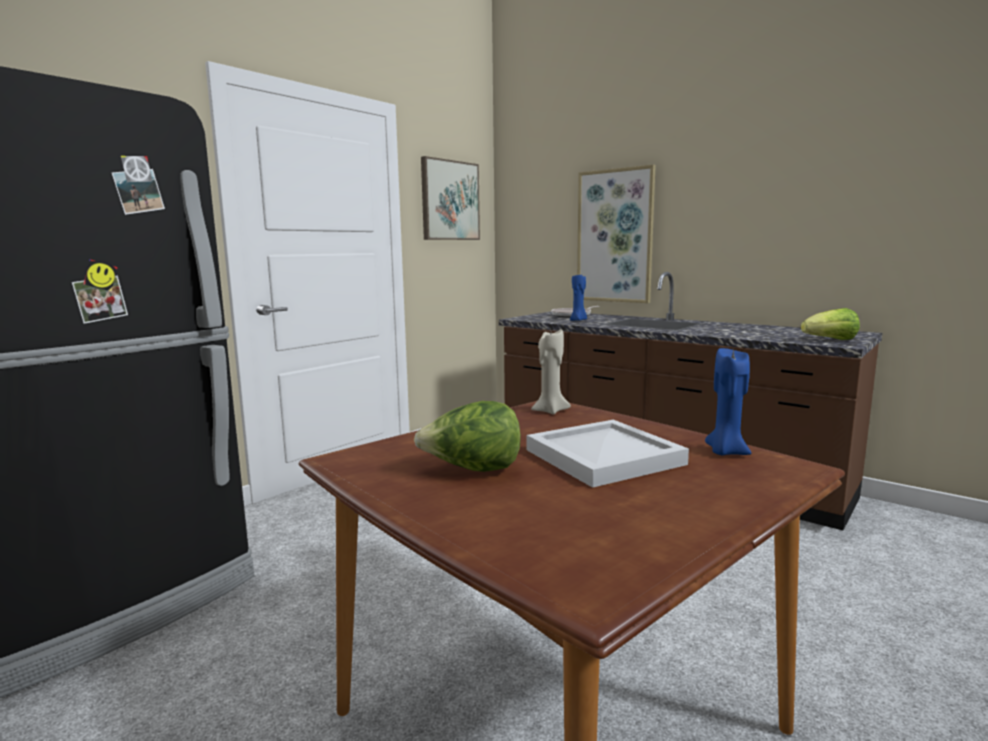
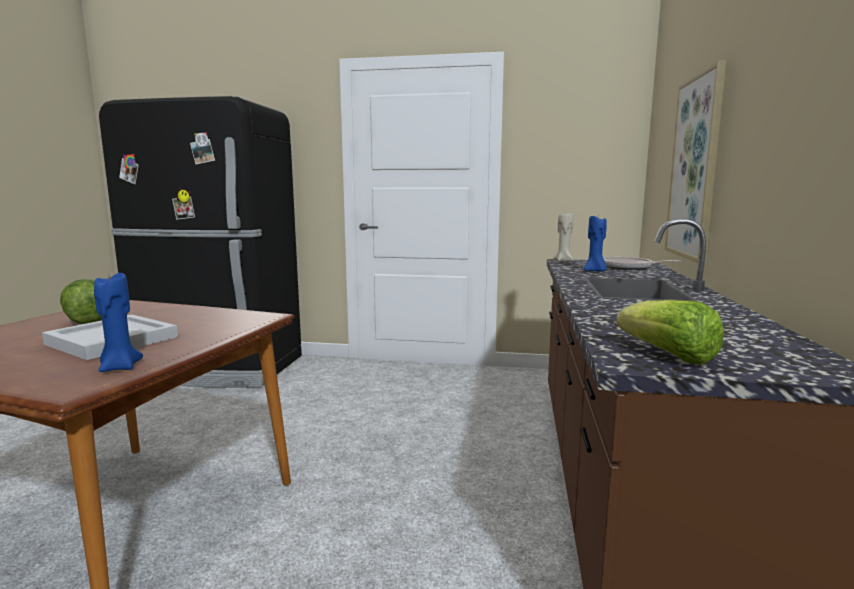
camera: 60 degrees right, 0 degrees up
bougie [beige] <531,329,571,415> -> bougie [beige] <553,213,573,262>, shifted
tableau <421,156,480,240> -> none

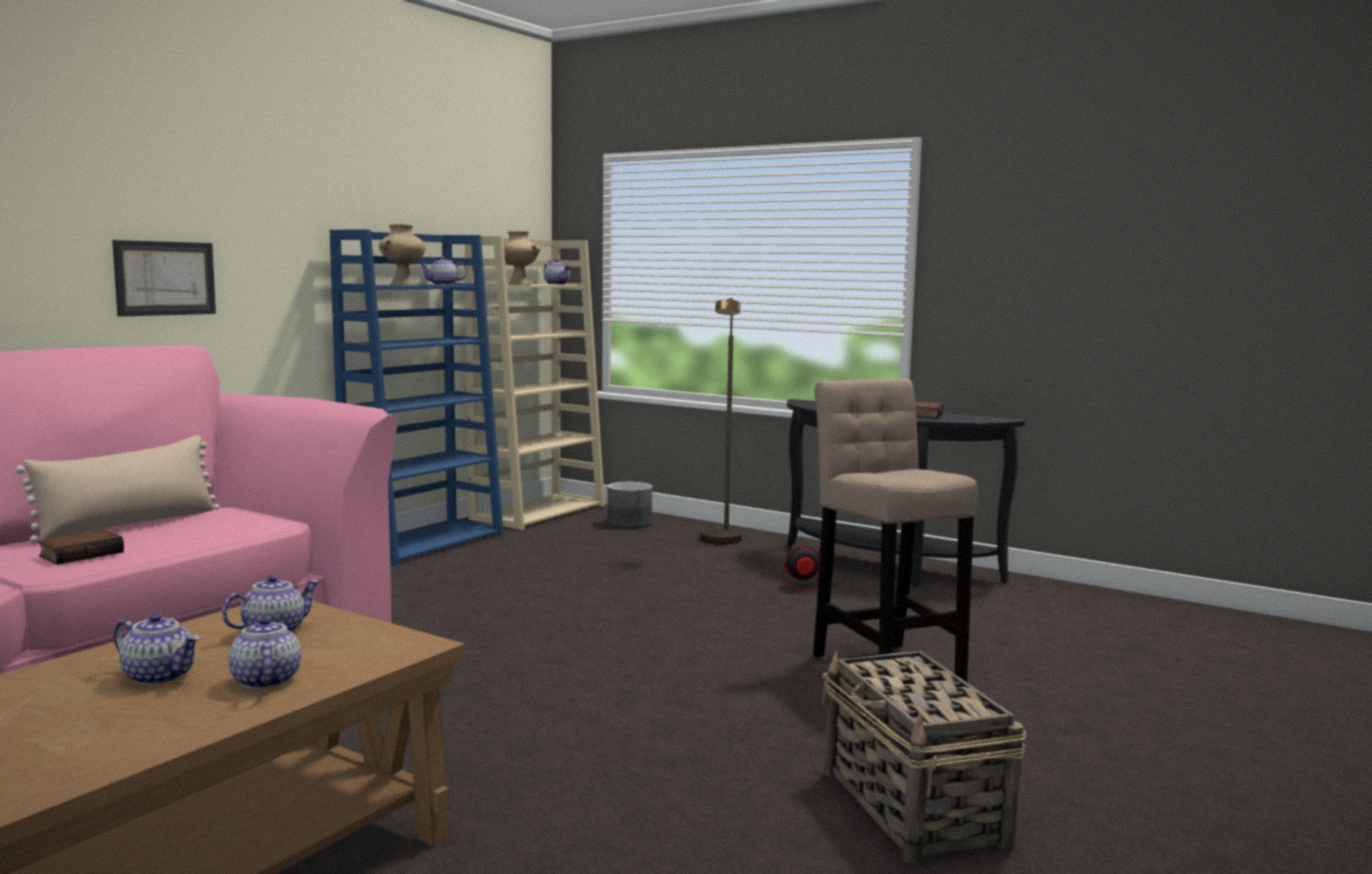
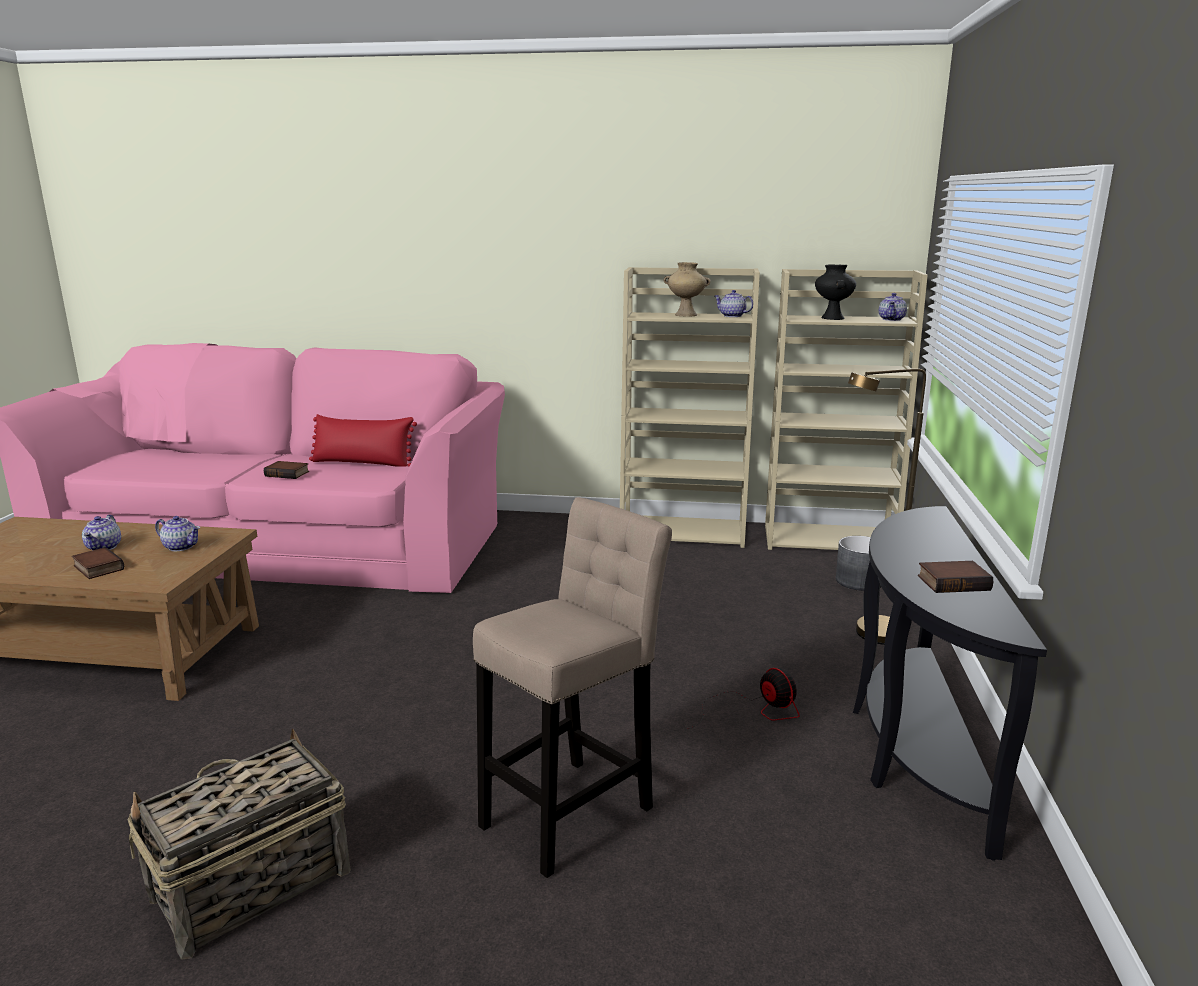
camera: 65 degrees right, 10 degrees up
théière <228,617,301,689> -> livre <72,547,124,579>
coussin [beige] <15,435,220,543> -> coussin [rouge] <309,414,417,467>
bibliothèque [bleu] <330,229,503,566> -> bibliothèque [beige] <620,267,760,548>
vase [beige] <504,231,541,285> -> vase [noir] <815,264,856,320>
tableau <112,240,216,317> -> none

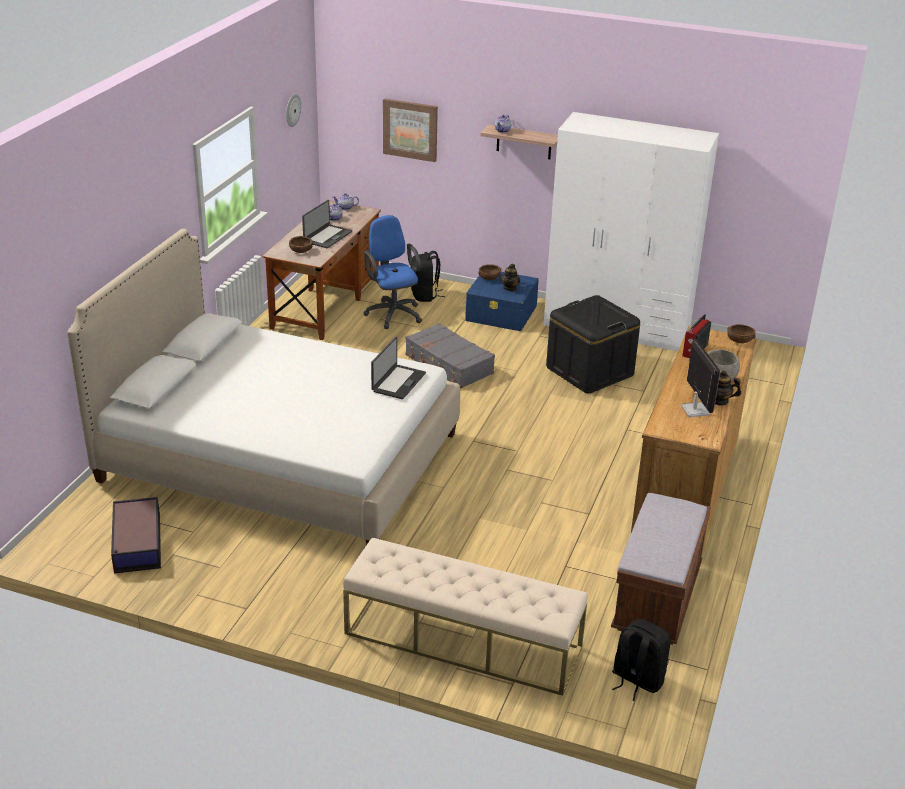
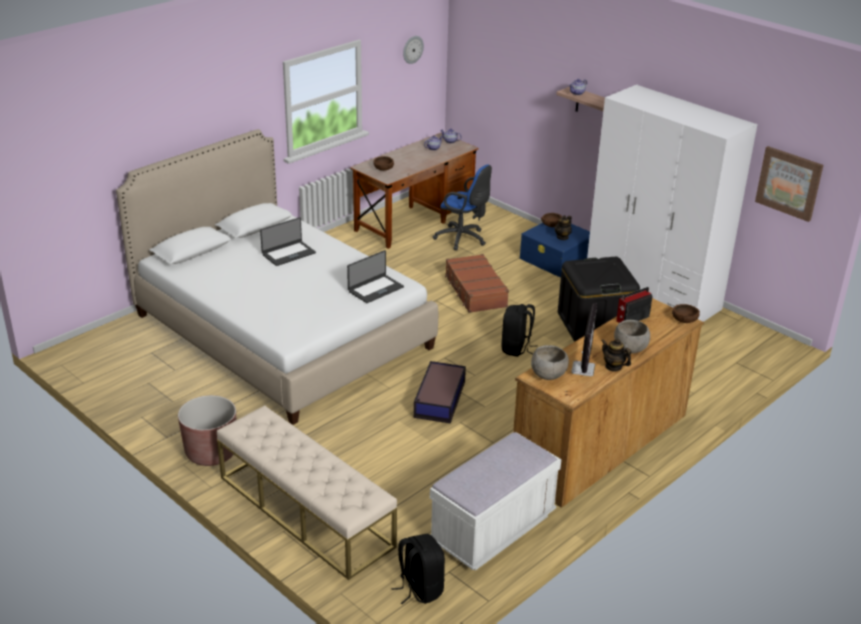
camera: 25 degrees right, 0 degrees up
none -> cache-pot [marron] <178,395,236,466>
ordinateur portable <302,200,352,248> -> ordinateur portable <260,217,316,266>, shifted
boîte de rangement <111,497,161,574> -> boîte de rangement <414,361,466,424>, shifted
banc [marron] <611,493,711,645> -> banc [blanc] <430,432,561,571>
chaise de bureau [bleu] <364,215,422,329> -> chaise de bureau [bleu] <433,165,492,251>, 120 degrees clockwise
valise [gris] <406,323,495,389> -> valise [marron] <445,254,509,313>
sac à dos [noir] <411,251,445,302> -> sac à dos [noir] <502,304,538,357>, shifted
none -> bol [gris] <531,345,569,380>
tableau <383,98,438,162> -> tableau <755,146,823,222>, shifted

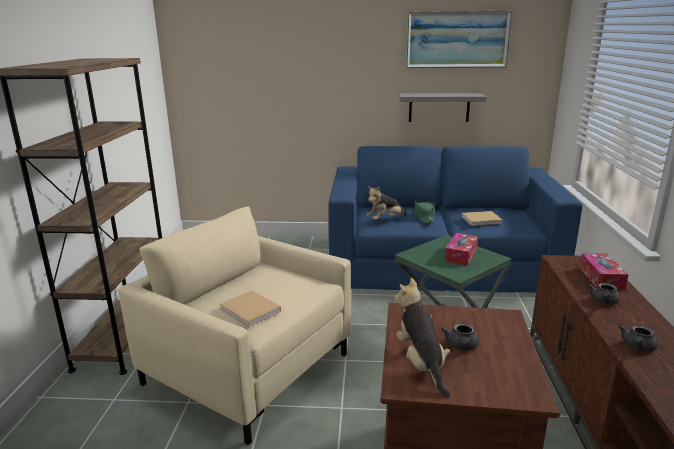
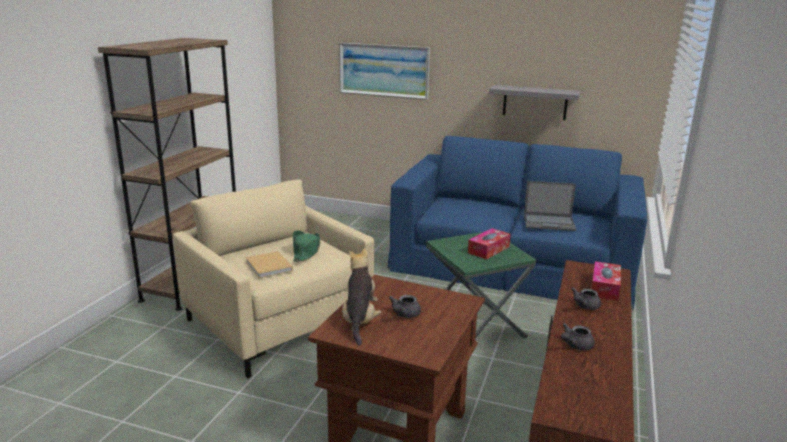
camera: 15 degrees right, 0 degrees up
chapeau [vert] <414,201,435,223> -> chapeau [vert] <293,231,320,262>, shifted
tableau <406,11,512,68> -> tableau <339,43,430,100>, shifted
livre [beige] <461,211,502,226> -> ordinateur portable <524,181,577,231>
peluche <367,187,407,220> -> none

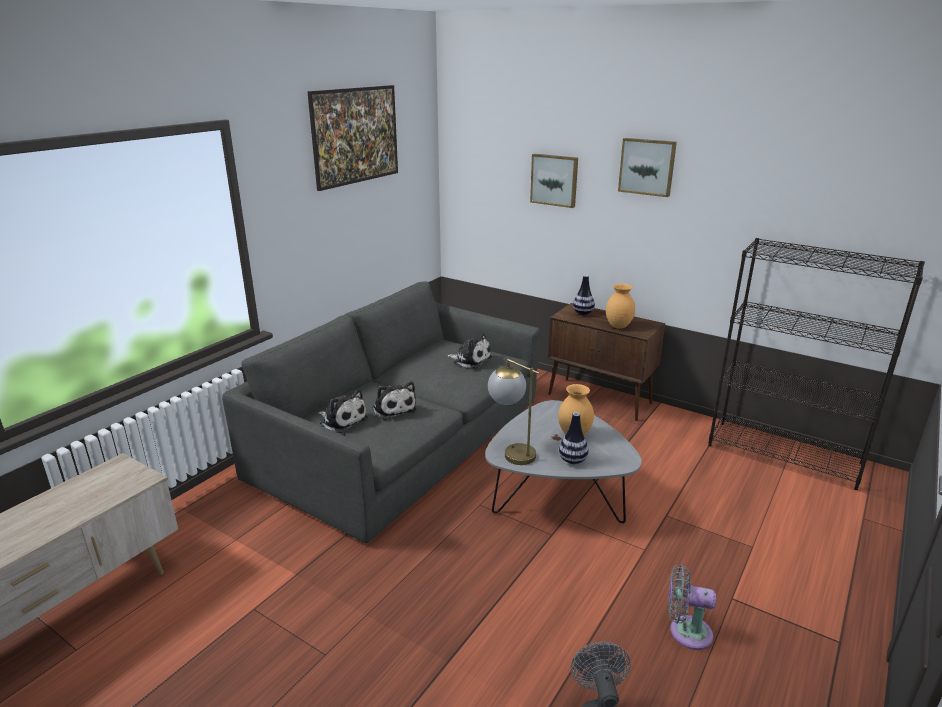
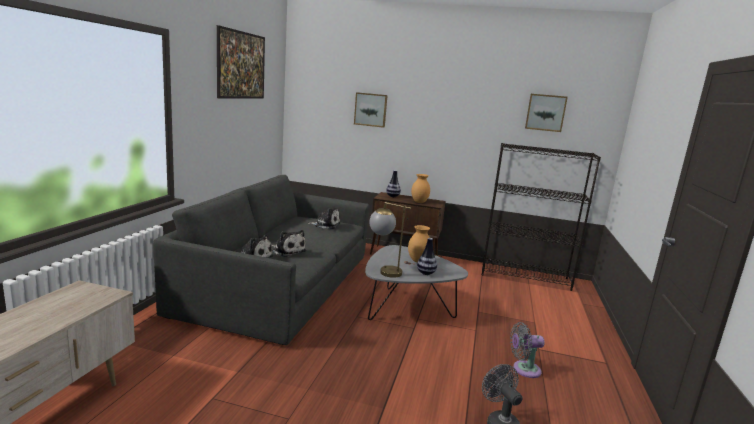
camera: 20 degrees left, 10 degrees down
tableau <618,138,677,197> -> tableau <525,94,568,132>, shifted

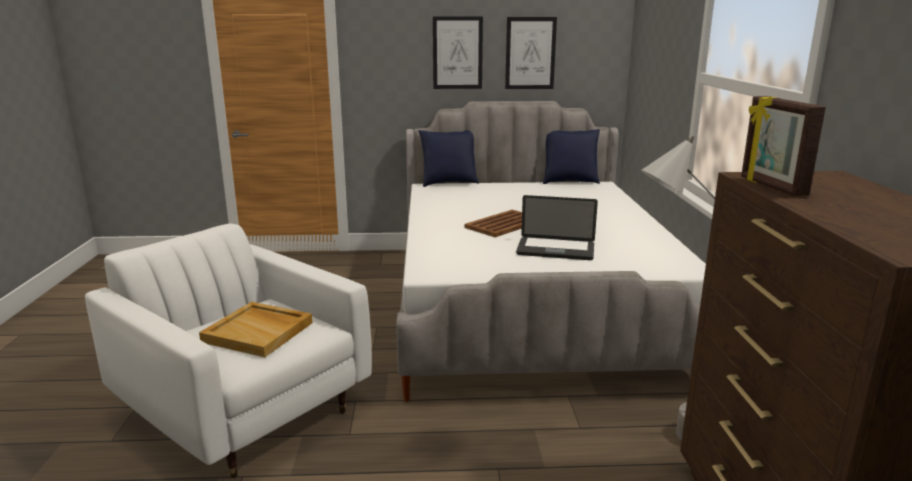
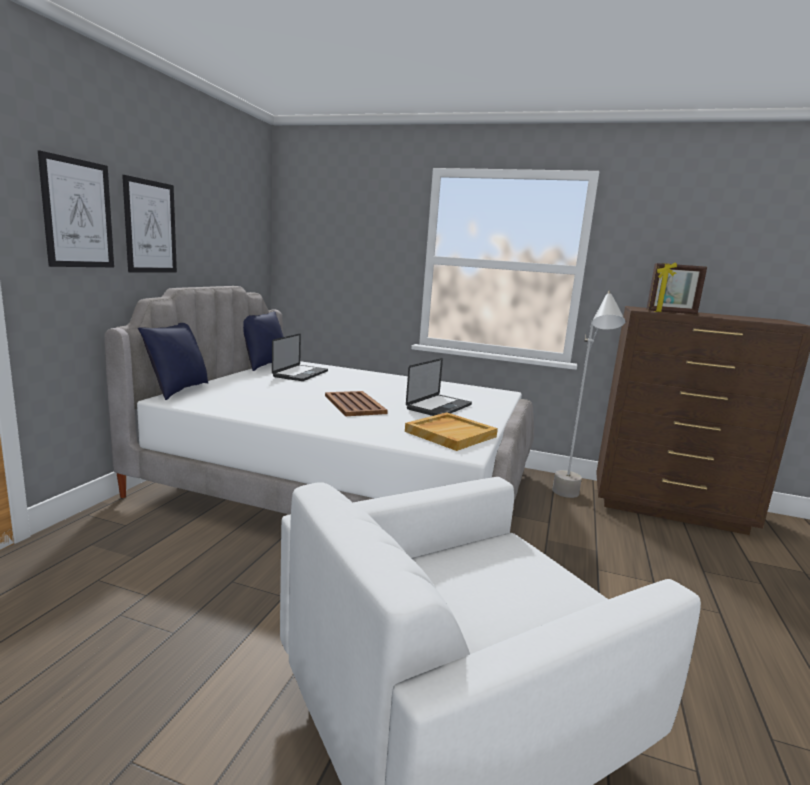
camera: 70 degrees left, 5 degrees down
tableau <505,17,557,89> -> tableau <38,150,114,267>, shifted
none -> ordinateur portable <272,334,328,381>
plateau [beige] <199,302,312,357> -> plateau [beige] <405,412,498,451>, shifted

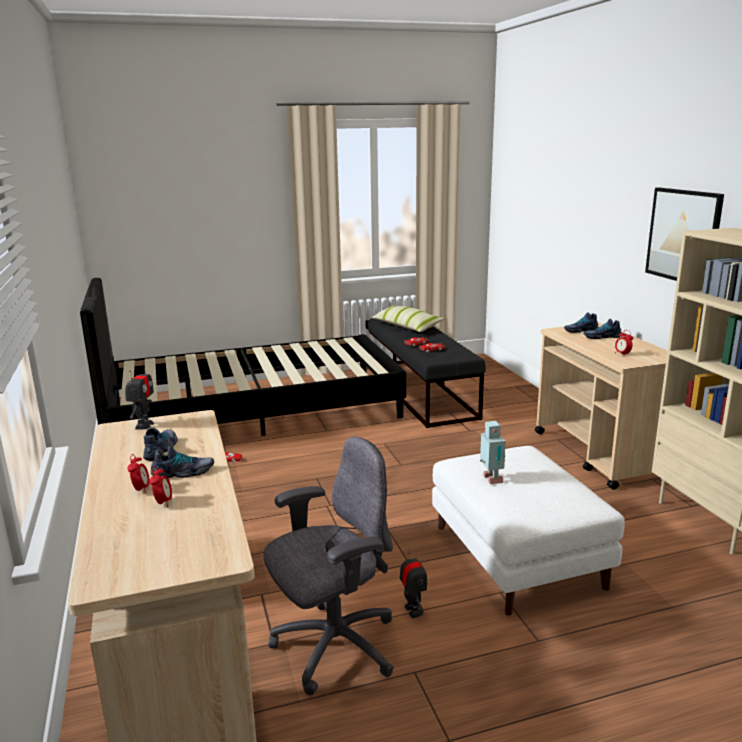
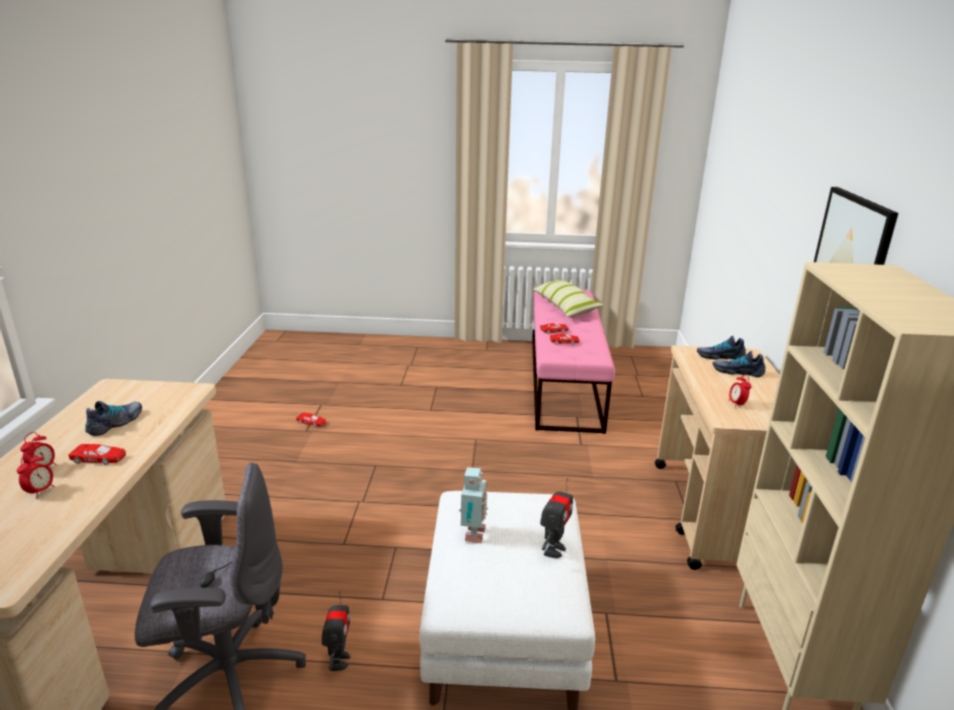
camera: 20 degrees right, 5 degrees up
chaussure <151,446,214,478> -> petite voiture [rouge] <68,444,126,465>
banc [noir] <366,318,486,428> -> banc [rose] <532,289,615,434>
robot jouet <125,362,154,429> -> robot jouet <540,478,573,558>, shifted
lit [noir] <80,278,406,436> -> none

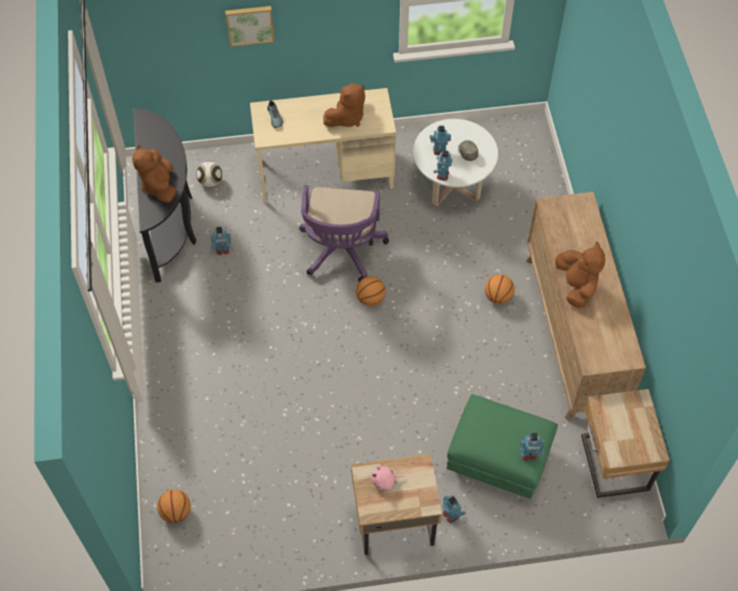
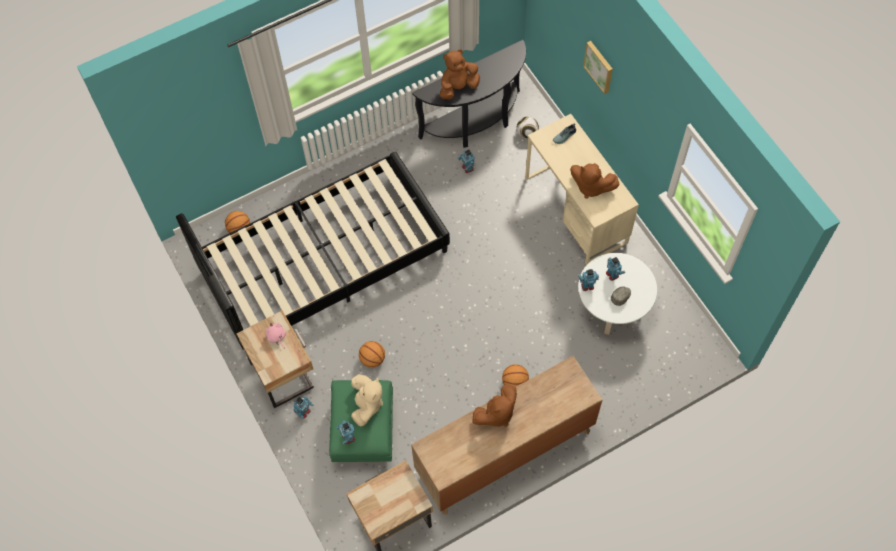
camera: 70 degrees right, 5 degrees up
none -> lit [noir] <176,152,450,350>
none -> peluche [beige] <351,374,383,426>
ballon de basket <356,276,386,306> -> ballon de basket <359,341,385,368>, shifted
chaise de bureau [violet] <299,185,389,281> -> none

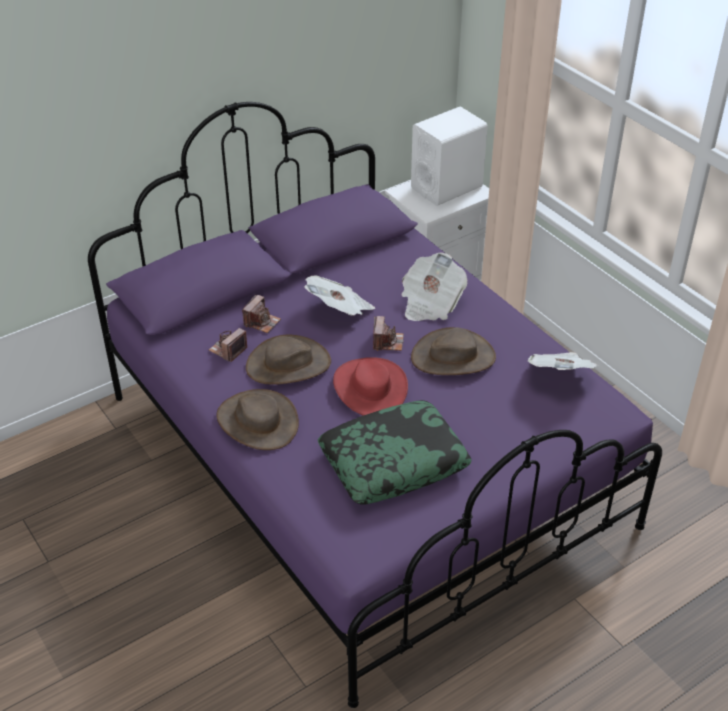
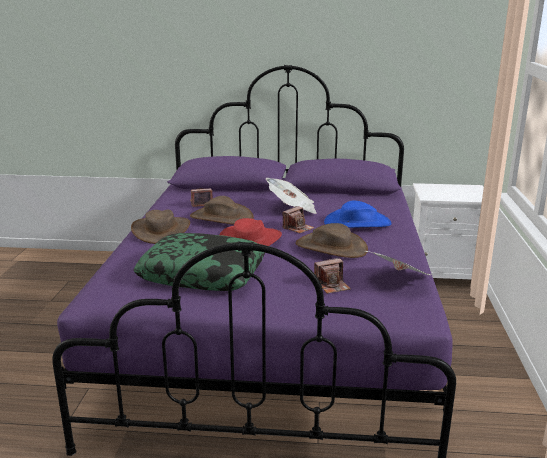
camera: 40 degrees right, 20 degrees down
appareil photo <242,294,281,333> -> appareil photo <314,258,351,294>, shifted
journal <401,252,468,321> -> chapeau [bleu] <324,201,392,228>
enceinte [blanc] <411,106,488,206> -> none

